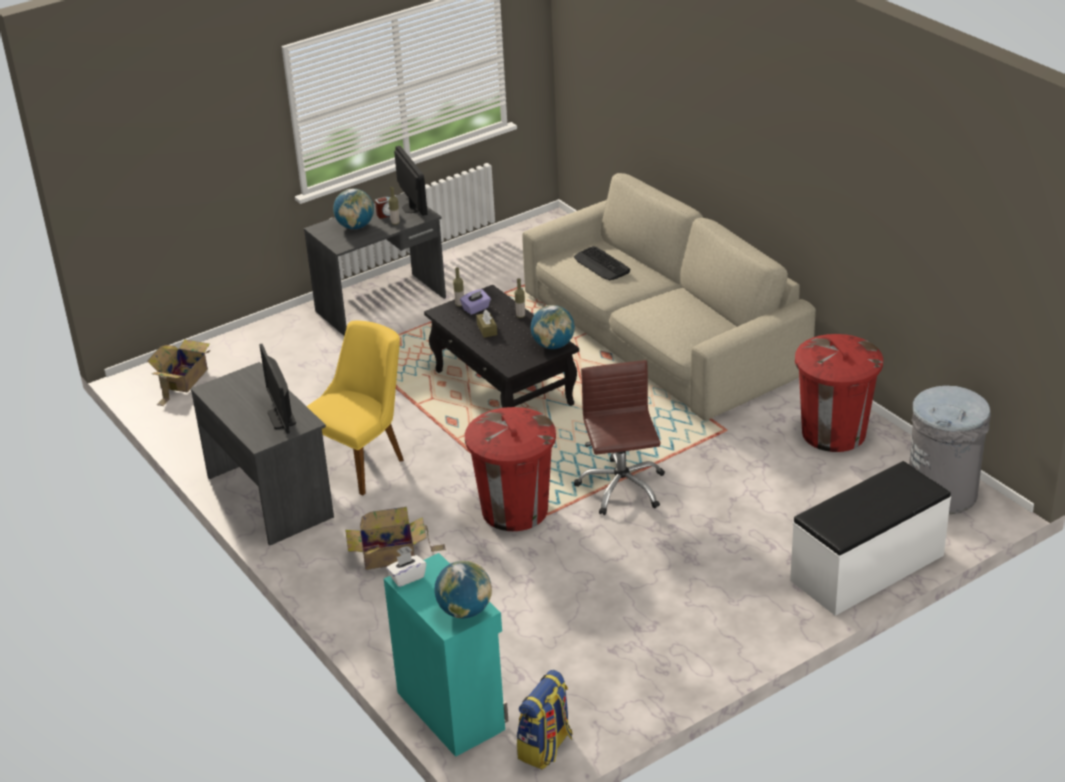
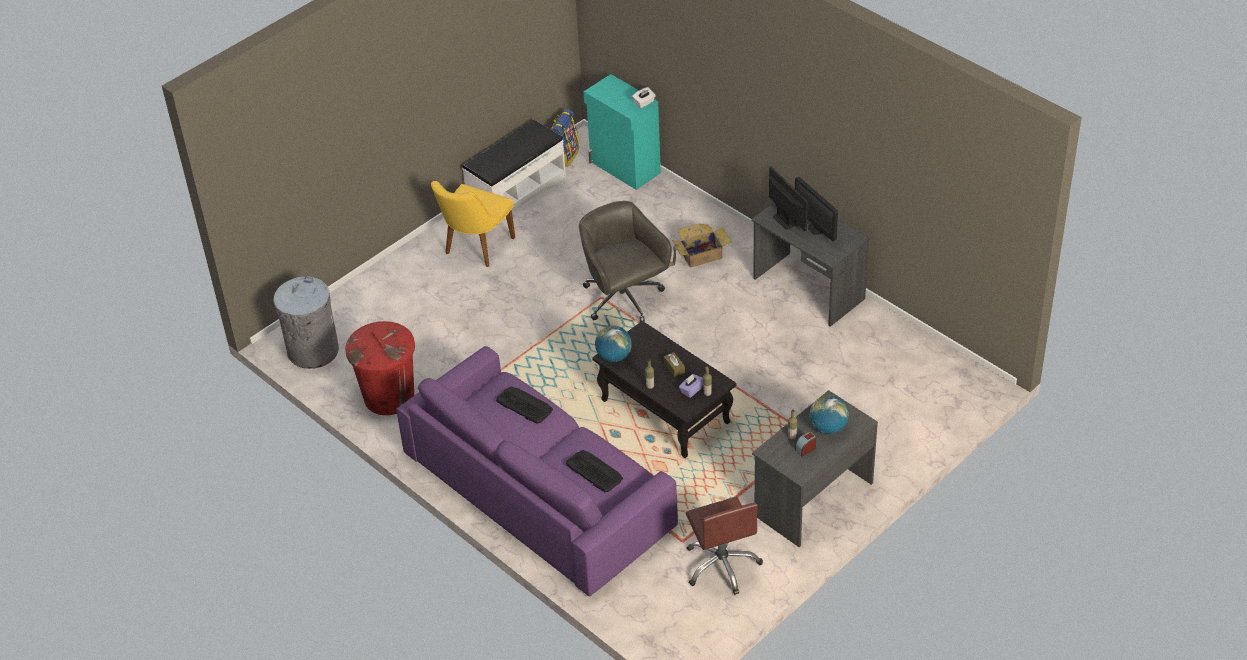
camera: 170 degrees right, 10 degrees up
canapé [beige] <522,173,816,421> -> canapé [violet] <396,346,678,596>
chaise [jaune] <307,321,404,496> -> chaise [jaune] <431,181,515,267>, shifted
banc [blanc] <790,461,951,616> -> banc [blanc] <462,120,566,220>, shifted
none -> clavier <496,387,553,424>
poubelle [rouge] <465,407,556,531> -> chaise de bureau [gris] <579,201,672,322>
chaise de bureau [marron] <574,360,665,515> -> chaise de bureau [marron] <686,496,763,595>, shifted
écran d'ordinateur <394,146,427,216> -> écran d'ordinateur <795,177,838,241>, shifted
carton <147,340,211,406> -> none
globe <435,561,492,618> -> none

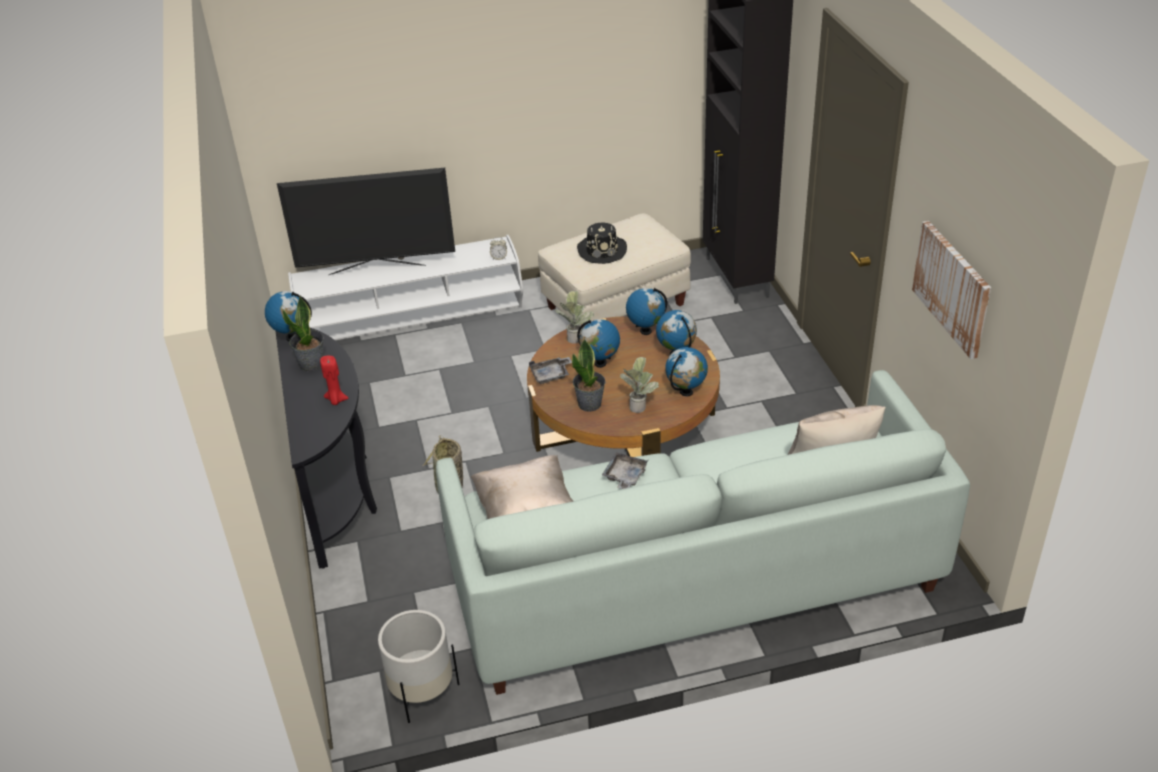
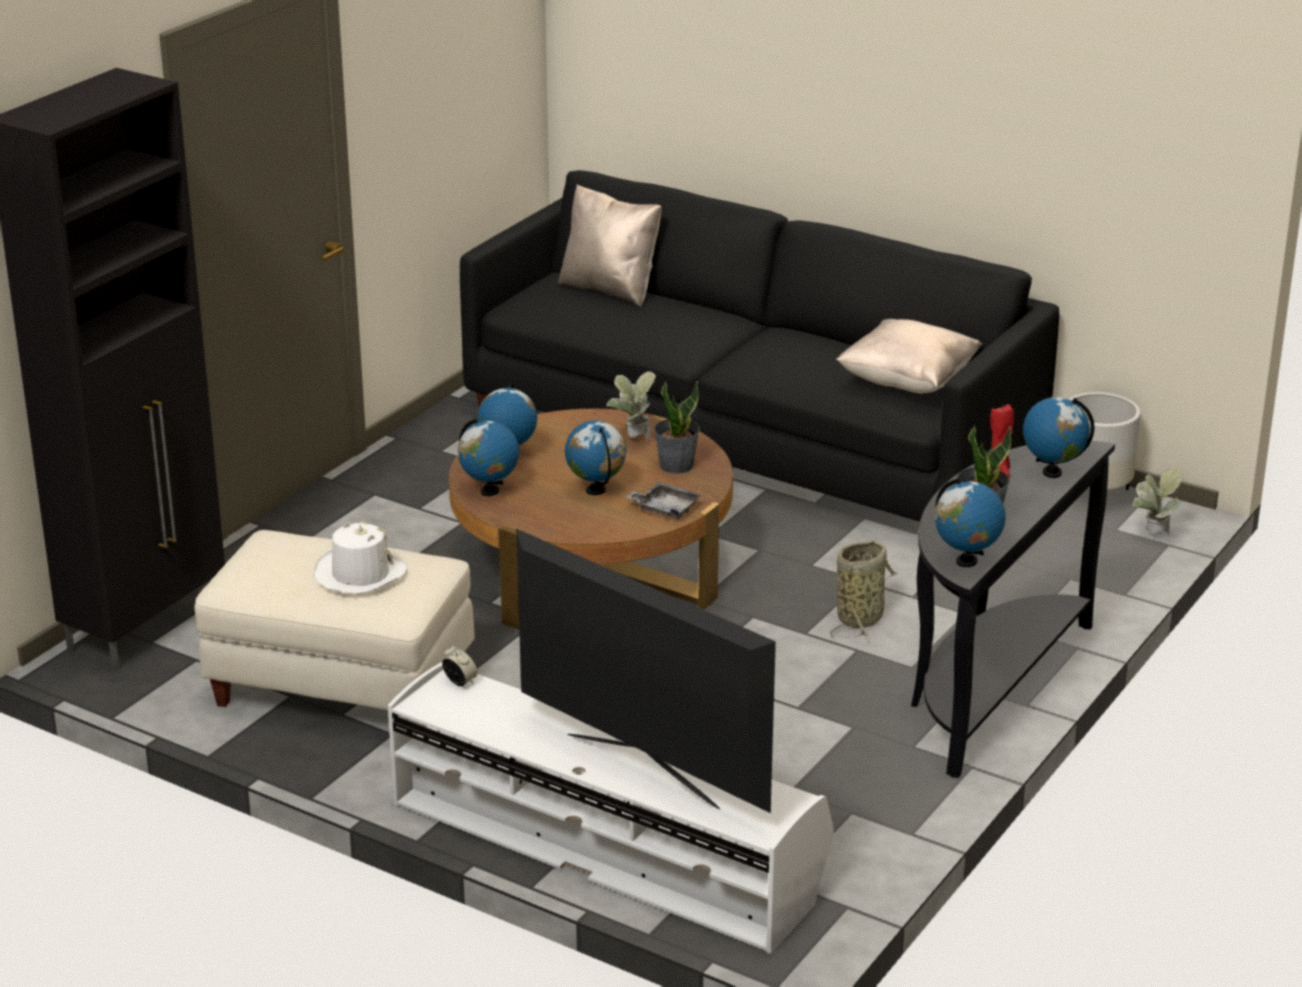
camera: 135 degrees left, 10 degrees down
chapeau [noir] <577,223,627,264> -> chapeau [blanc] <314,520,407,595>
canapé [blanc] <436,370,970,695> -> canapé [noir] <460,170,1059,522>
globe <665,347,708,397> -> globe <1023,397,1095,478>, shifted
plante en pot <555,291,594,344> -> plante en pot <1133,468,1183,536>, shifted
plateau [gris] <602,452,648,489> -> none
tableau <912,221,991,359> -> none

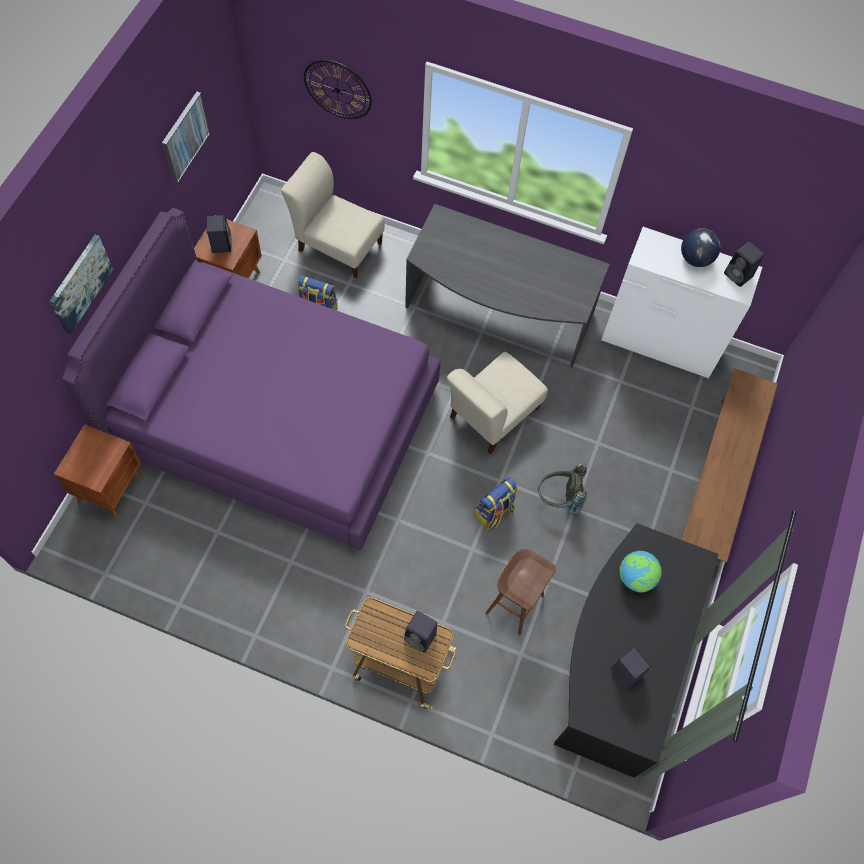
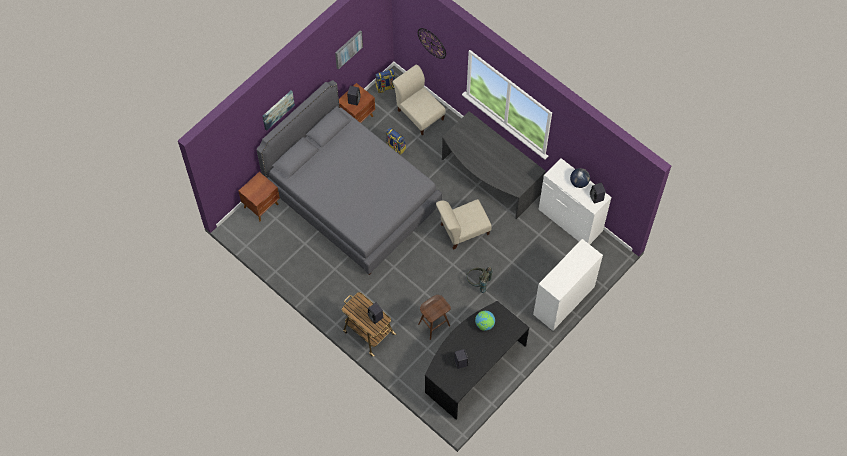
camera: 25 degrees right, 0 degrees up
lit [violet] <62,208,441,551> -> lit [gris] <256,80,442,275>
sac à dos <474,477,518,529> -> sac à dos <375,69,395,93>, shifted
banc [marron] <681,368,778,562> -> commode [blanc] <533,239,603,331>

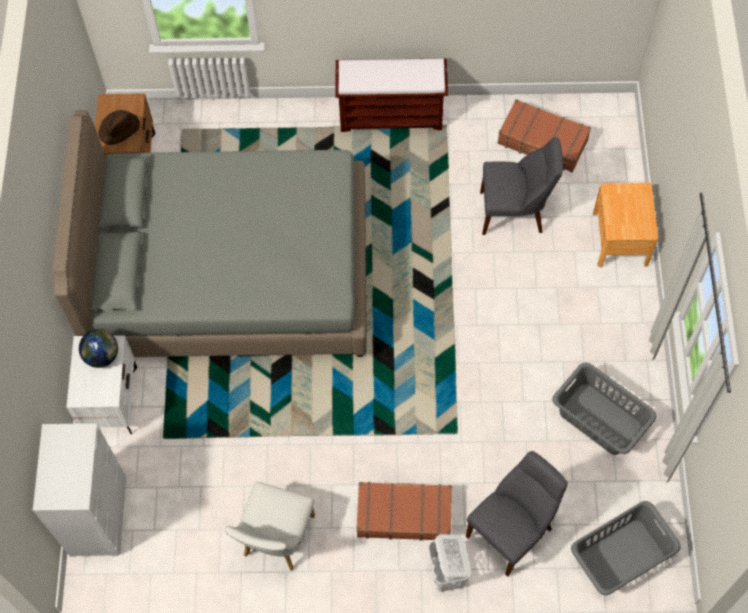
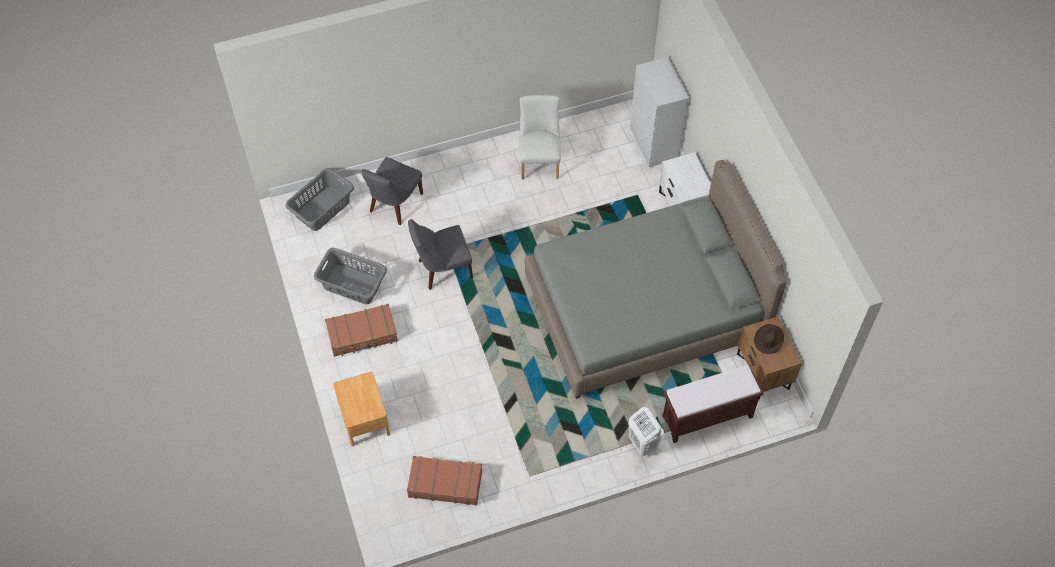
camera: 160 degrees right, 5 degrees down
valise [marron] <356,482,452,541> -> valise [marron] <325,304,398,357>, shifted
chaise [gris] <480,137,563,235> -> chaise [gris] <408,219,473,290>, shifted
panier à linge [blanc] <428,534,471,592> -> panier à linge [blanc] <629,407,664,456>, shifted
banc [marron] <335,58,448,132> -> banc [marron] <662,365,764,443>, shifted
globe <79,329,118,368> -> none

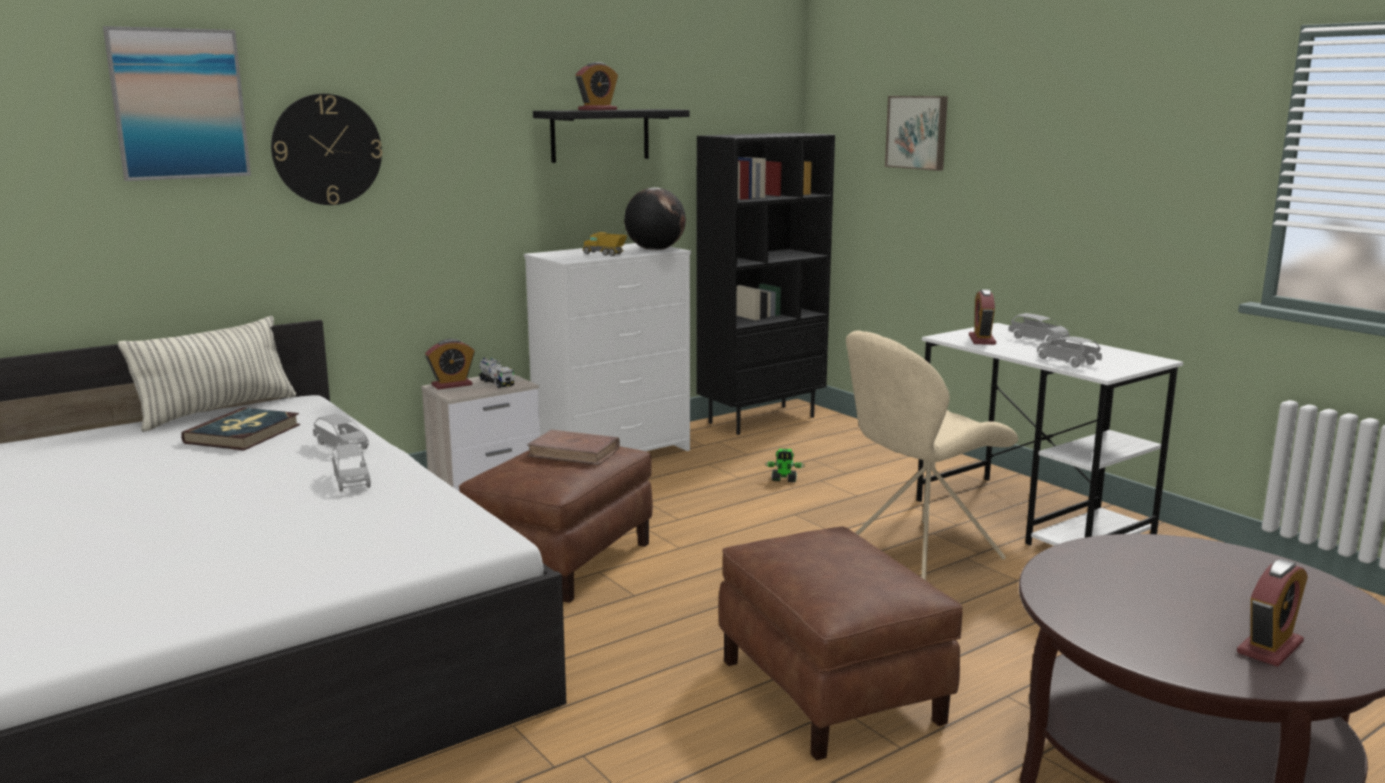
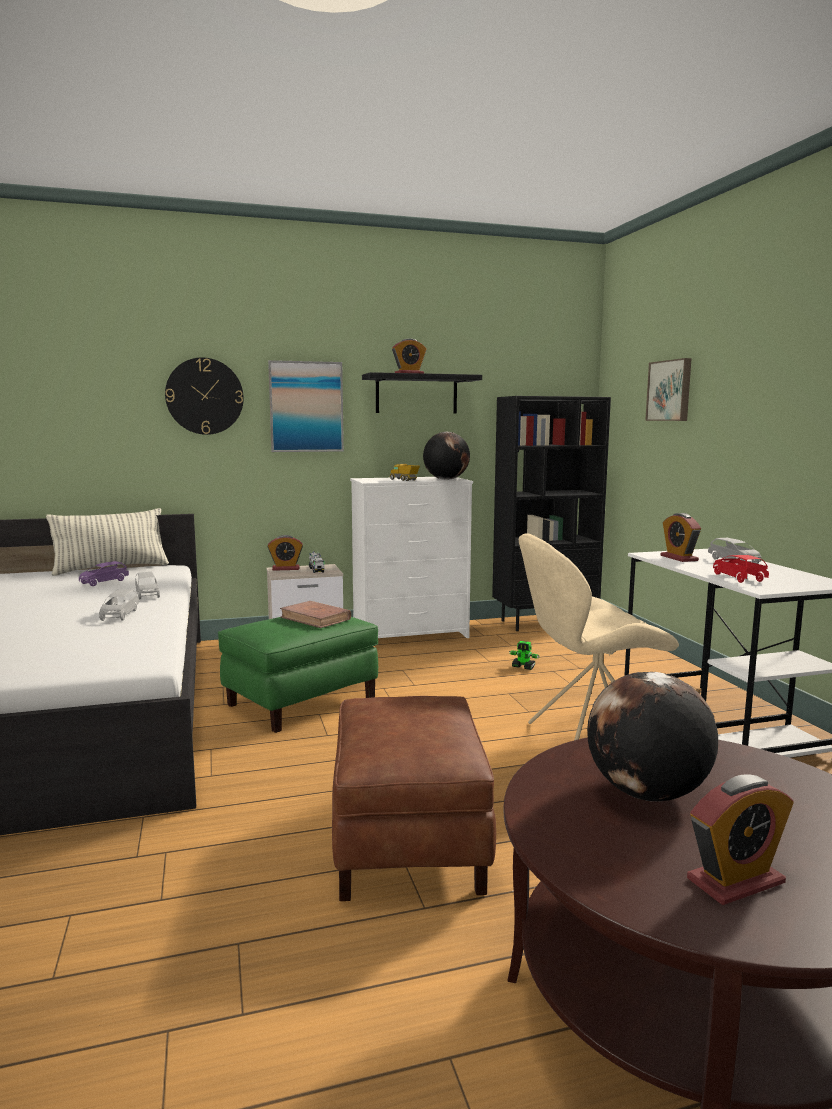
camera: 20 degrees right, 5 degrees down
livre <181,408,300,450> -> petite voiture [violet] <79,561,129,586>
pouf [marron] <459,446,653,603> -> pouf [vert] <218,617,378,733>
tableau <103,26,251,181> -> tableau <268,360,344,452>, shifted
none -> globe <587,672,718,802>
réveil <969,289,996,345> -> réveil <661,513,701,562>, 45 degrees counterclockwise
petite voiture [gris] <1037,336,1102,368> -> petite voiture [rouge] <713,555,769,583>

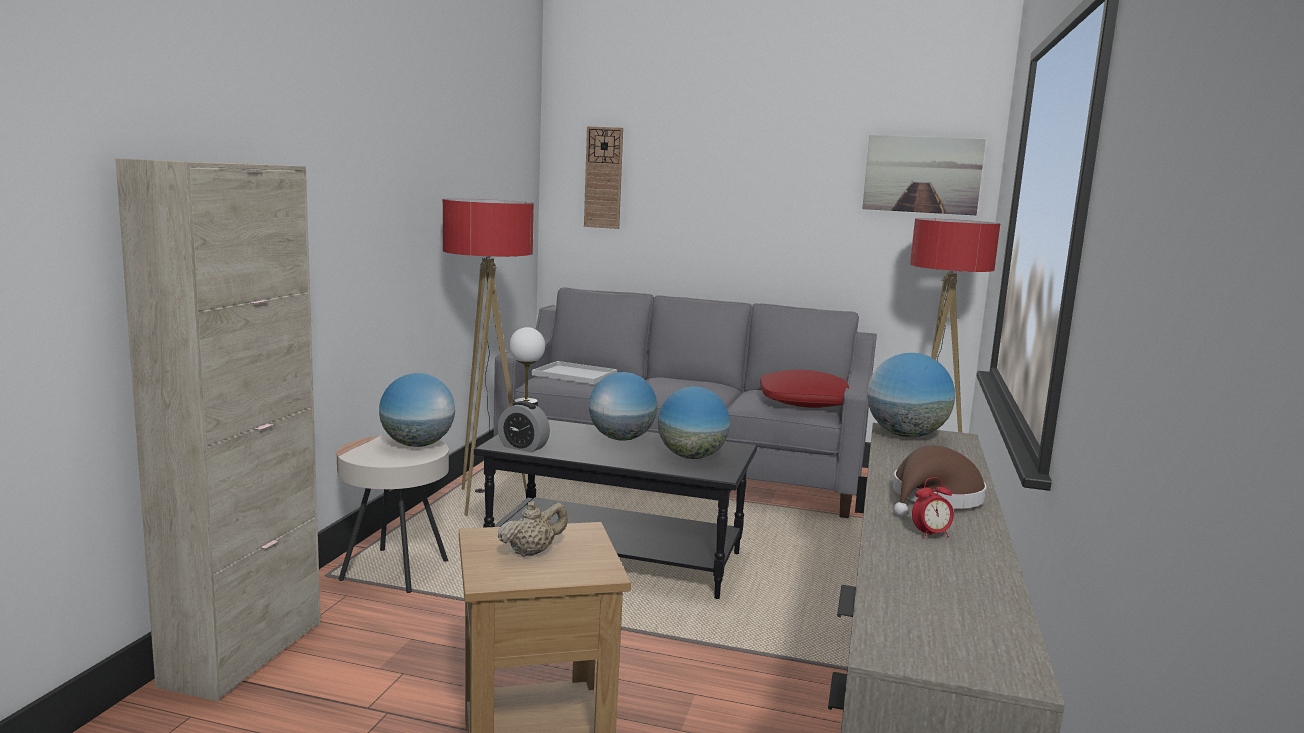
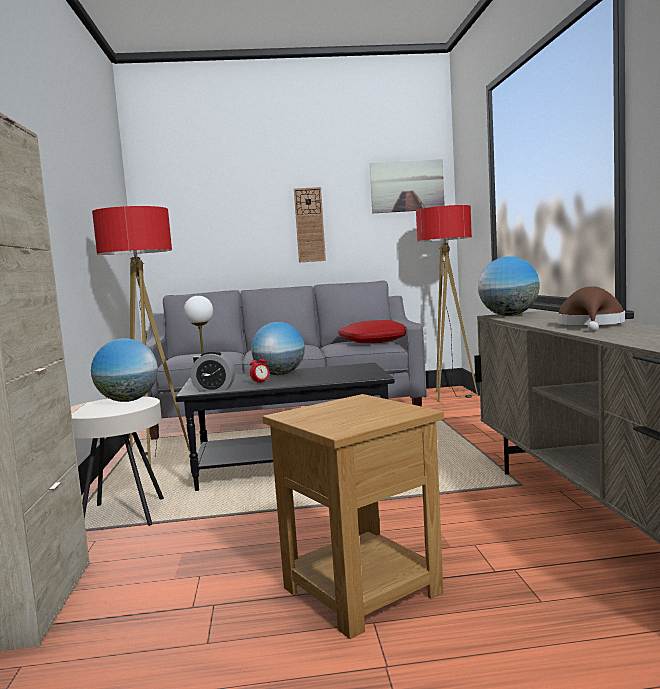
camera: 20 degrees left, 5 degrees down
réveil <912,477,954,539> -> réveil <250,355,270,383>, shifted
horloge murale <584,126,623,229> -> horloge murale <294,187,326,263>, shifted
théière [beige] <498,501,568,557> -> none
plateau [blanc] <532,361,617,384> -> none
globe <658,386,730,459> -> none

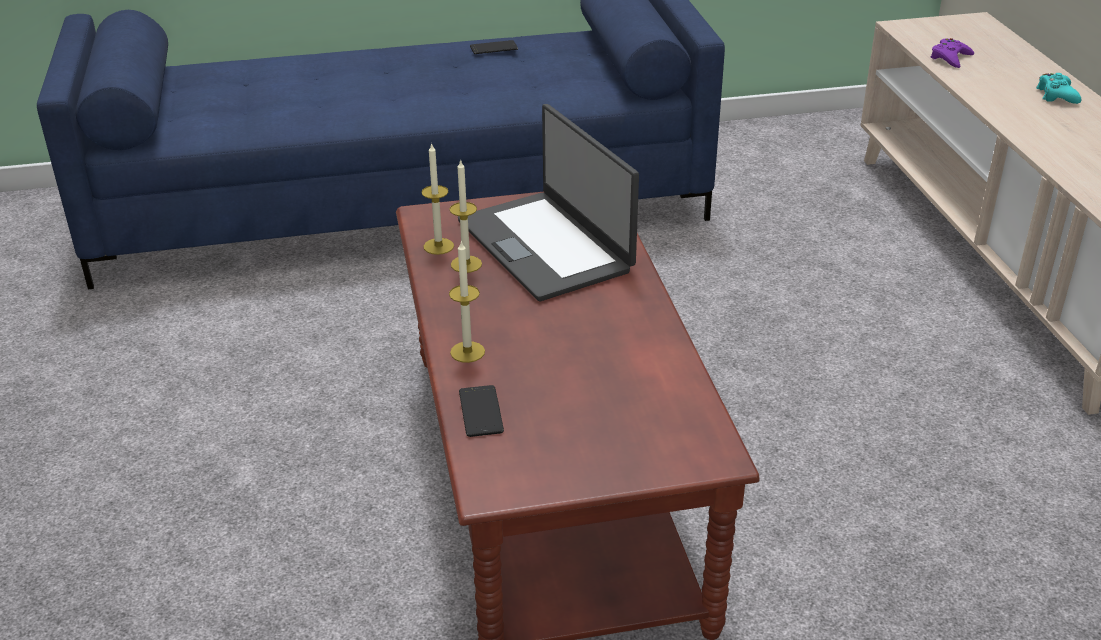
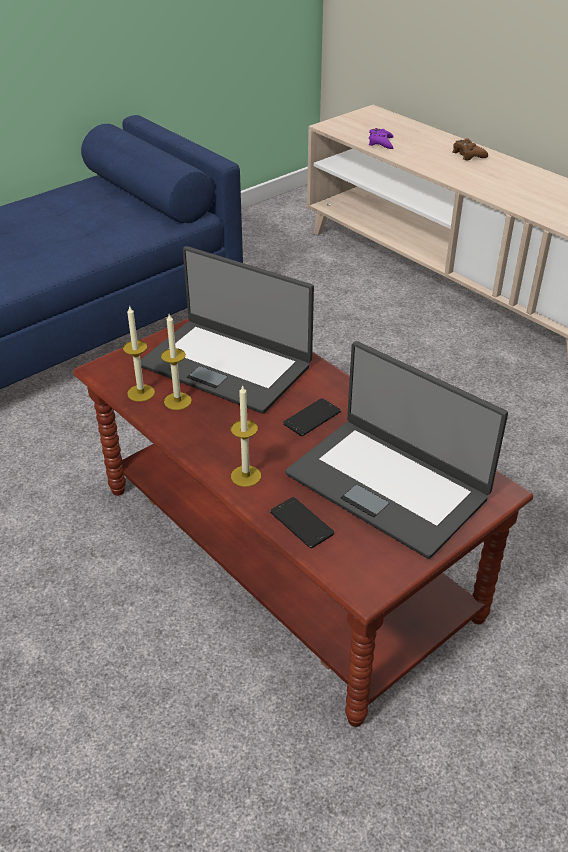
camera: 30 degrees left, 5 degrees up
téléphone <470,40,518,54> -> téléphone <283,398,341,436>, shifted
none -> ordinateur portable <286,341,508,559>
manette [turquoise] <1036,73,1081,104> -> manette [marron] <452,138,488,161>

